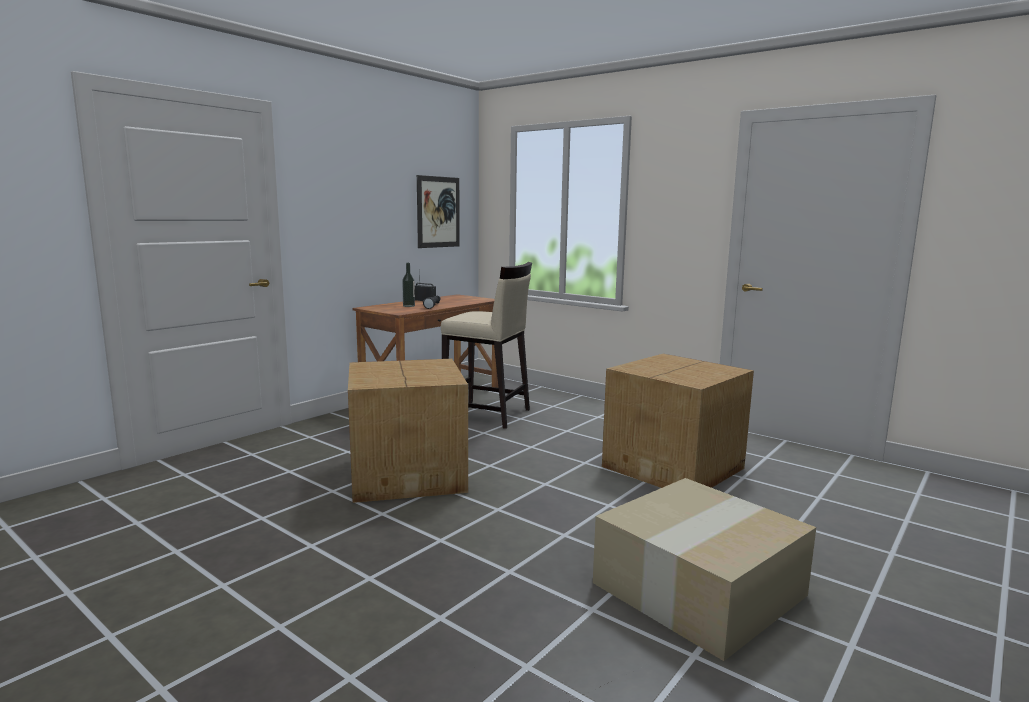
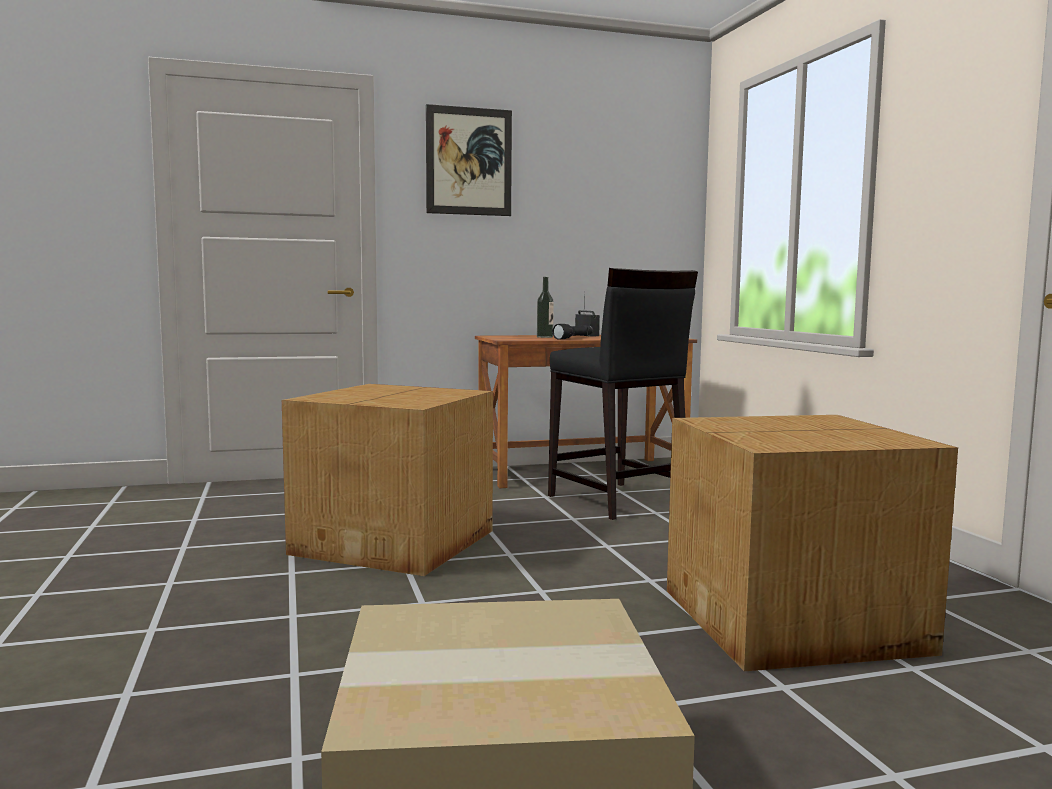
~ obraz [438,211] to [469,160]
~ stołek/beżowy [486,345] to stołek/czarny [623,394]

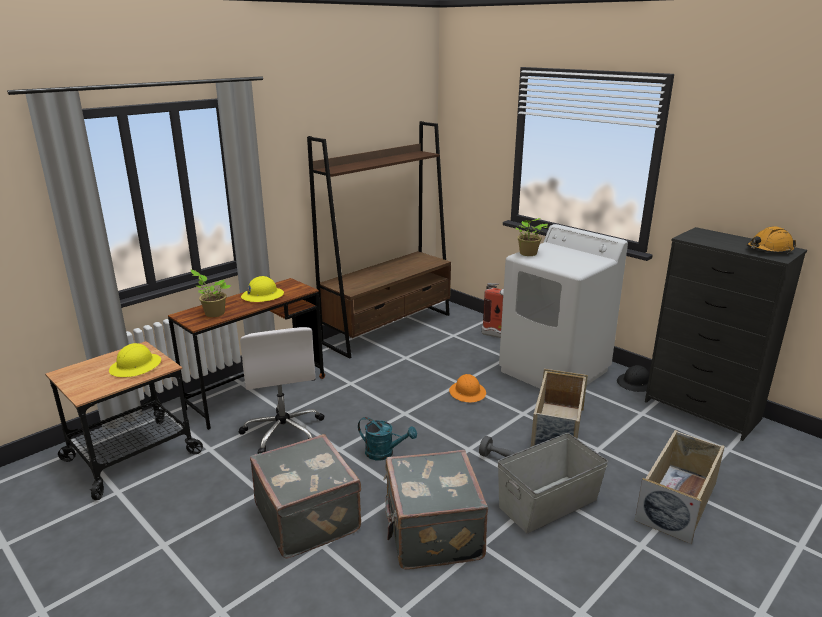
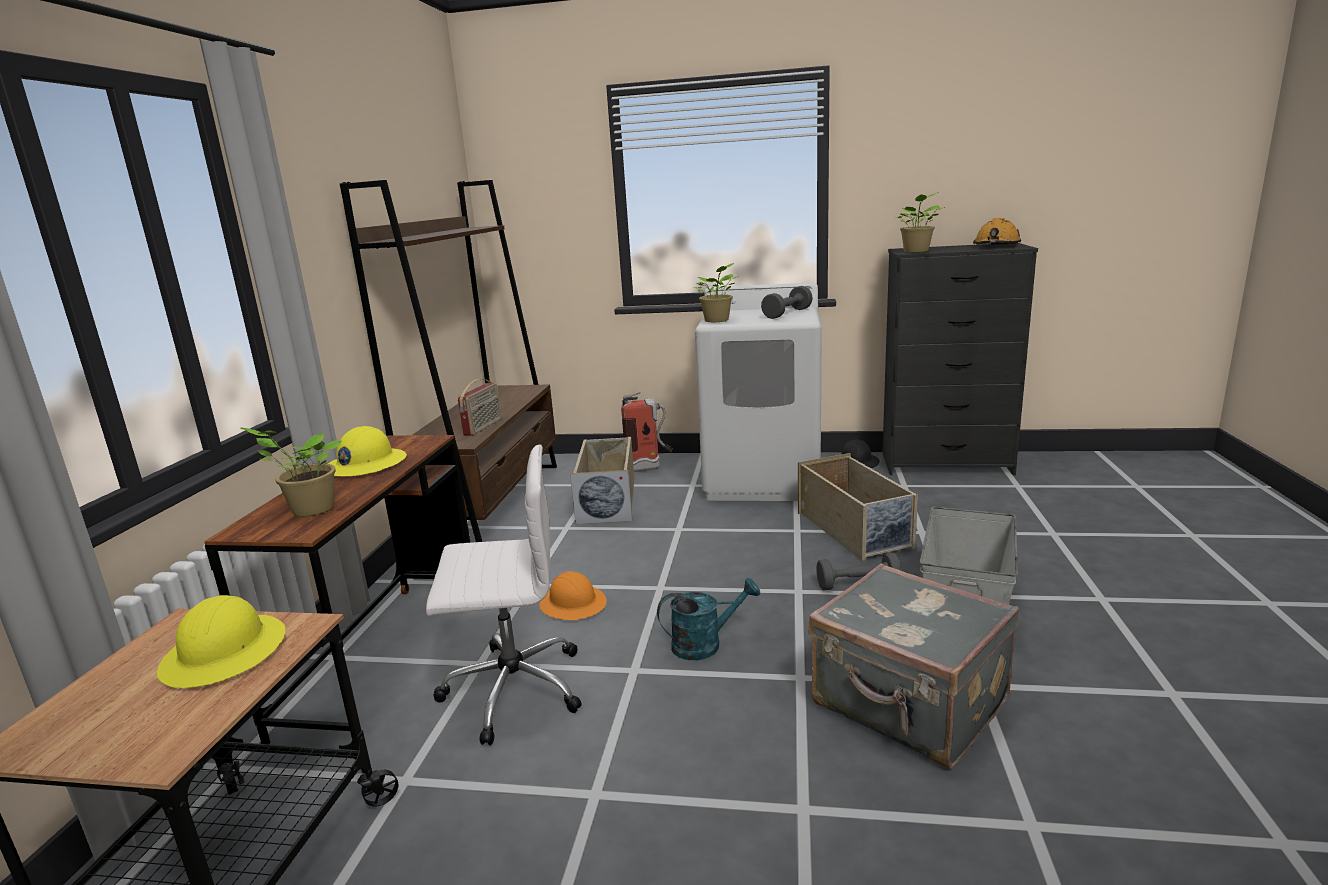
~ krzesło biurowe/biały [281,390] = [504,594] 45 degrees counterclockwise
+ radio [479,407]
~ kask/pomarańczowy [467,388] to [573,595]
~ pojemnik do przechowywania/beżowy [680,487] to [602,480]
+ hantel/szary [786,302]
+ roślina doniczkowa [920,223]
- walizka/szary [305,496]

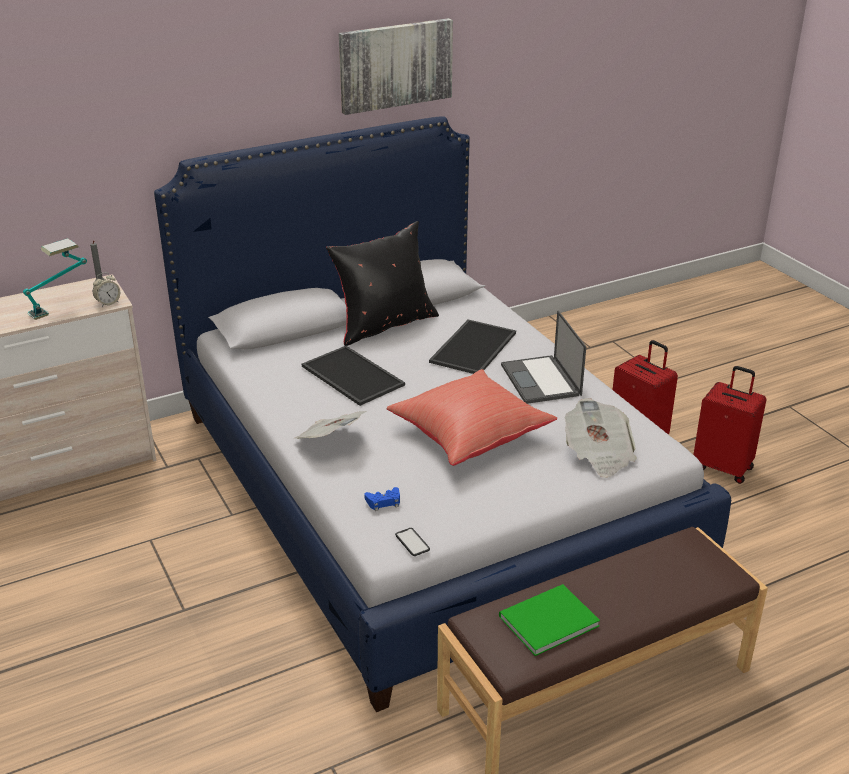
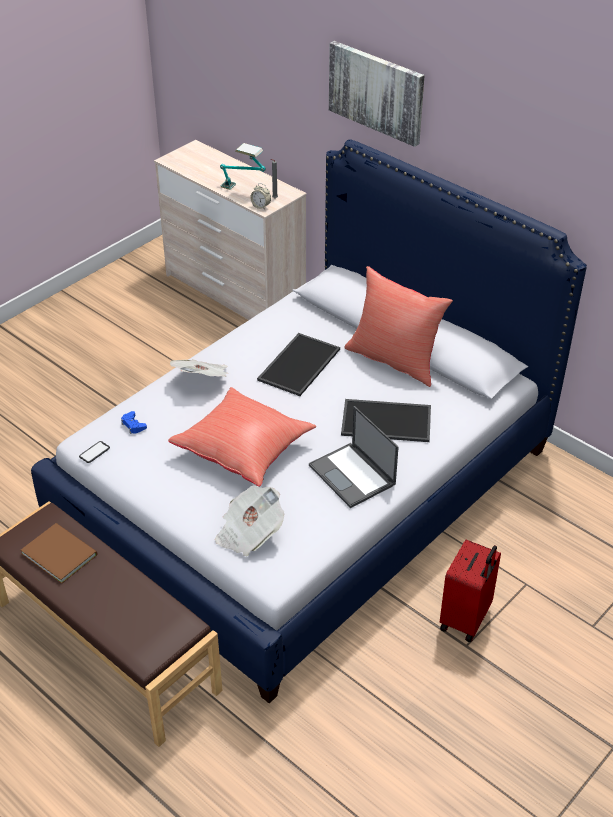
~ książka/zielony [549,620] to książka/brązowy [59,553]
~ laptop [543,357] = [354,457] 90 degrees counterclockwise
~ obraz [396,66] to [376,94]
~ poduszka/czarny [382,283] to poduszka/czerwony [399,326]
- walizka/czerwony [730,425]

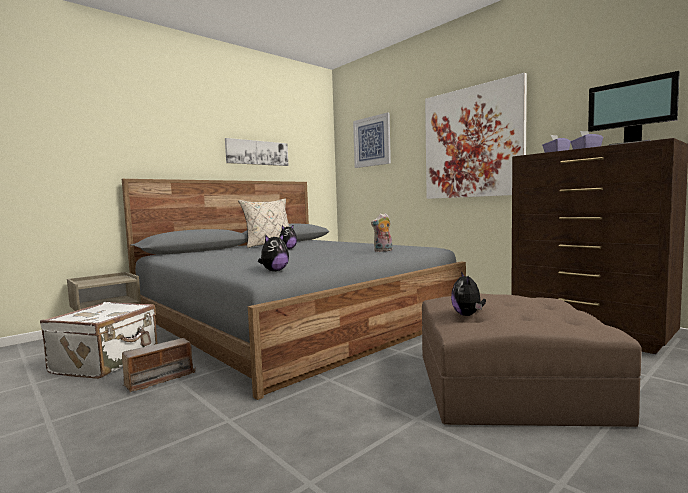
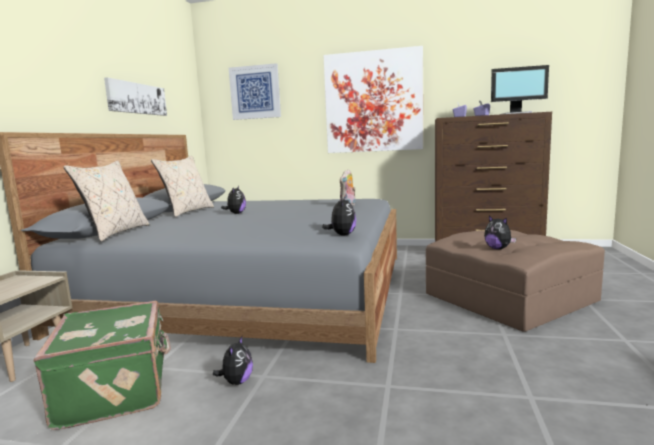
~ walizka/biały [99,340] to walizka/zielony [102,365]
+ poduszka/beżowy [106,201]
~ radio [159,365] to pluszak [233,360]

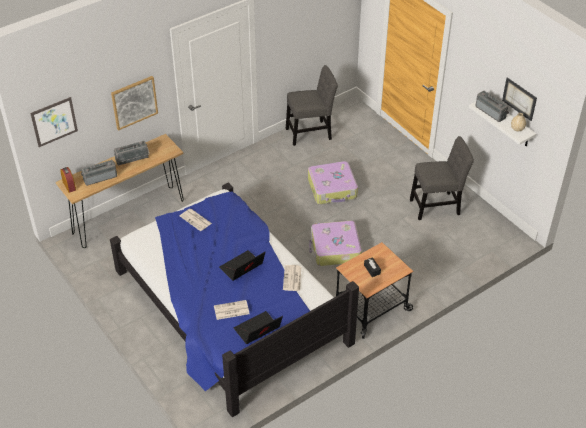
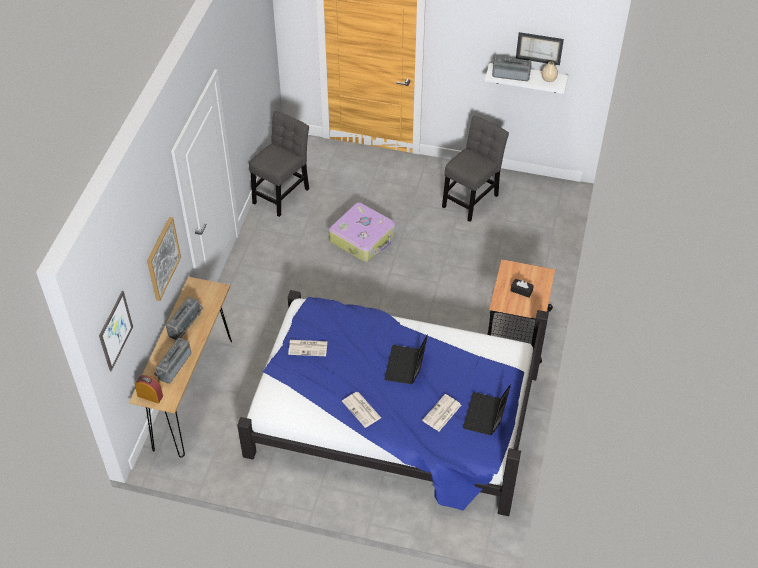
~ gazeta [292,278] to [361,410]
- walizka [335,243]

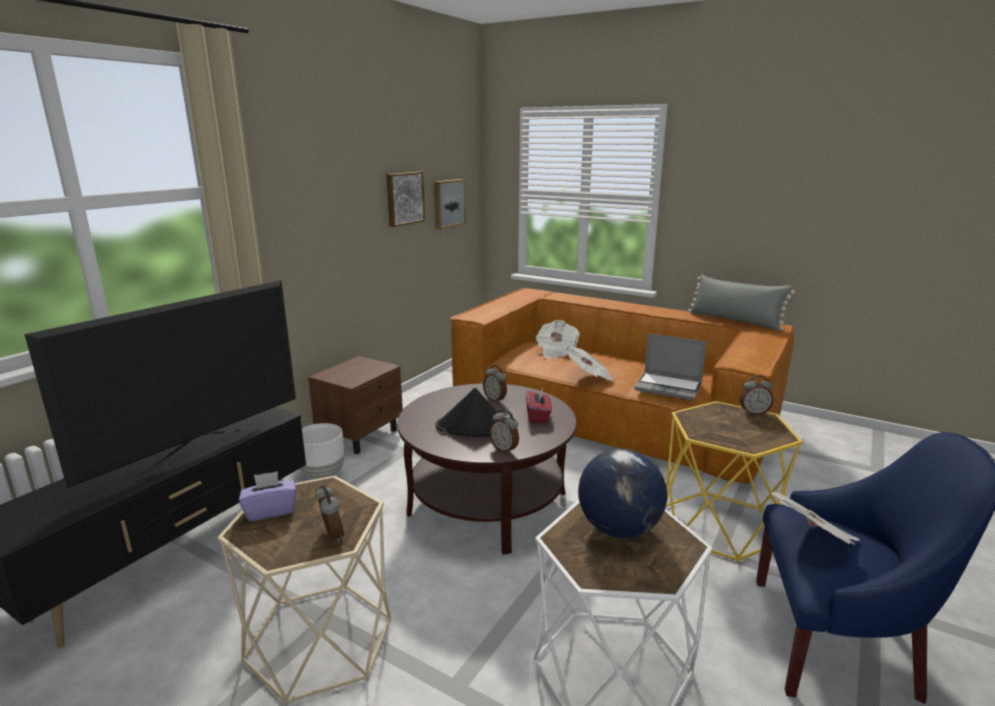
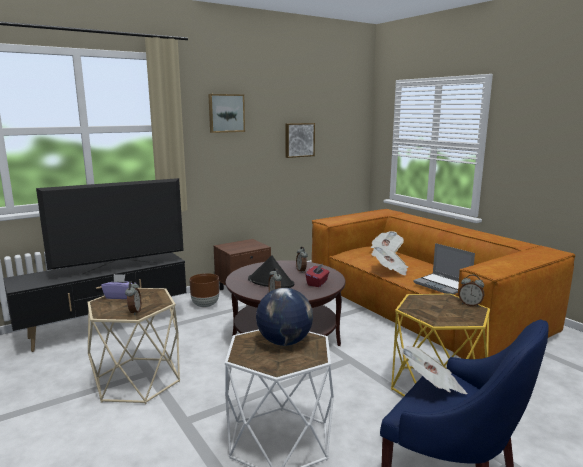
~ donica/biały [322,451] to donica/brązowy [204,290]
~ obraz [450,204] to [226,113]
- poduszka/szary [741,302]

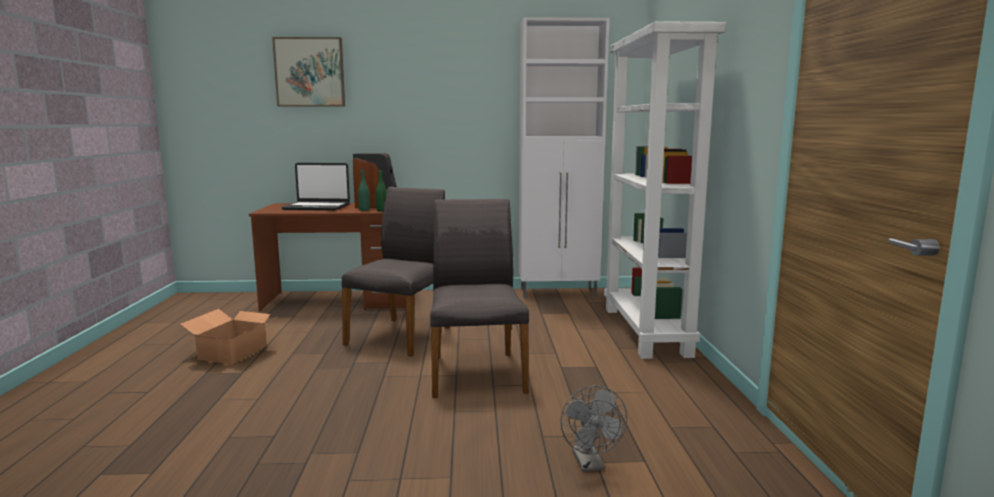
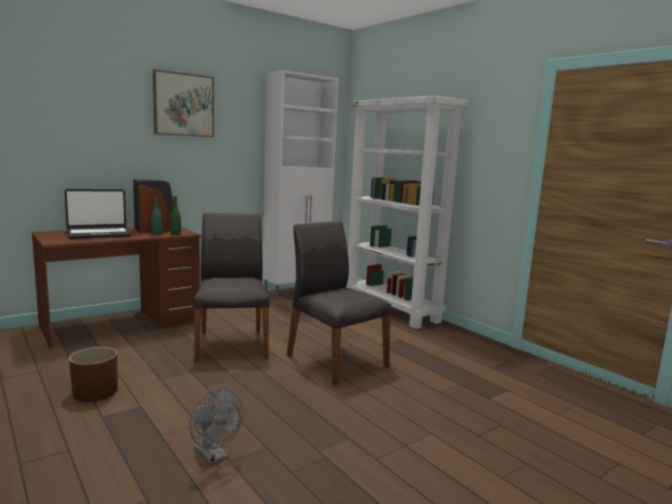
~ karton [229,337] to donica/brązowy [93,374]
~ obraz [308,71] to [183,103]
~ wentylator/szary [593,429] to [216,427]

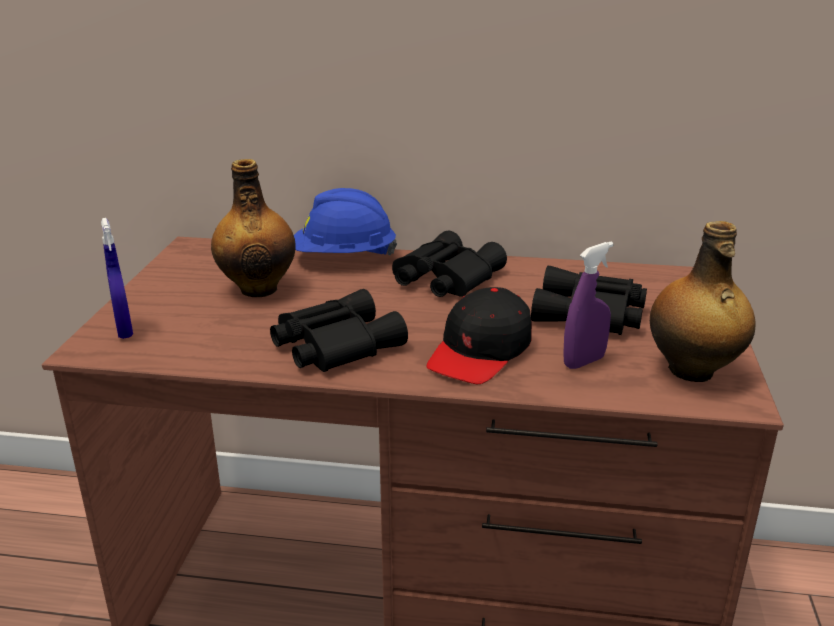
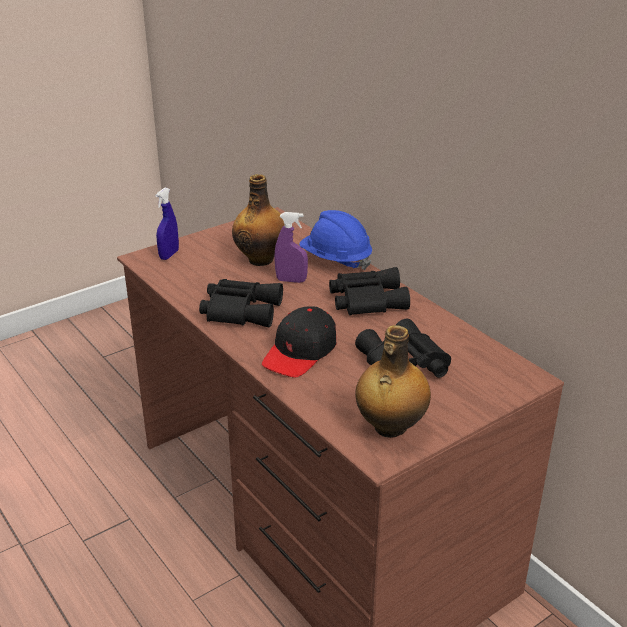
~ czapka z daszkiem/czarny [479,335] = [299,342] 45 degrees counterclockwise
~ spryskiwacz/fioletowy [588,305] to [291,247]

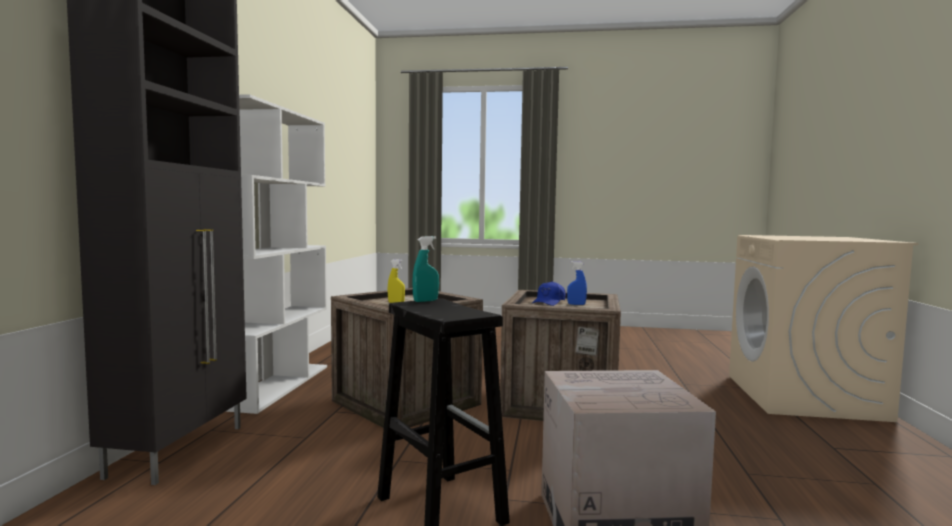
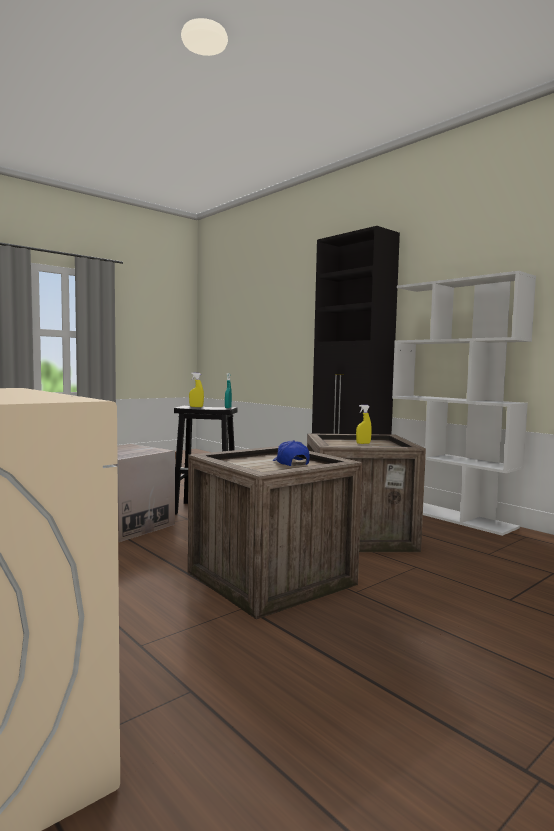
+ spryskiwacz/żółty [196,390]
- spryskiwacz/niebieski [577,283]

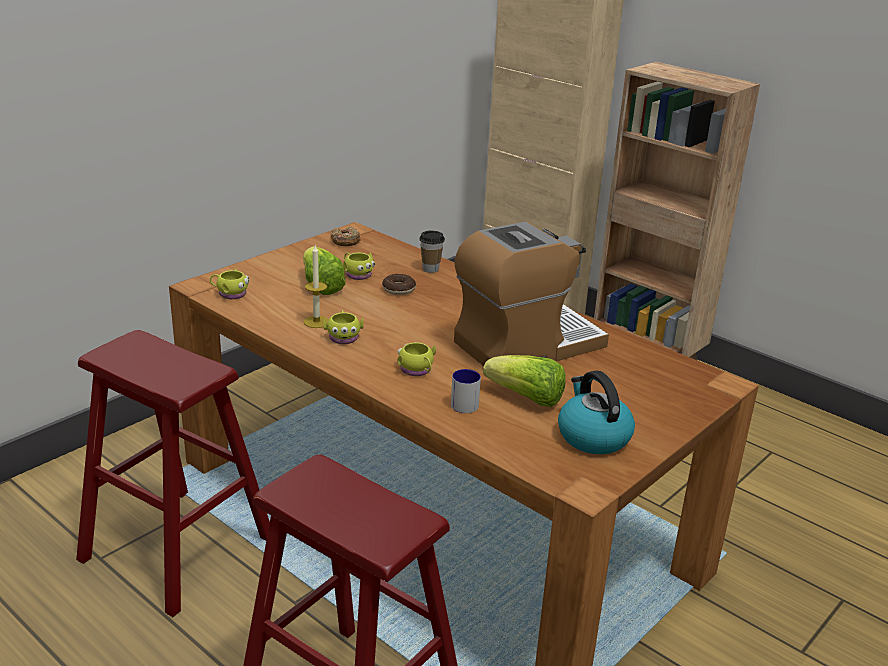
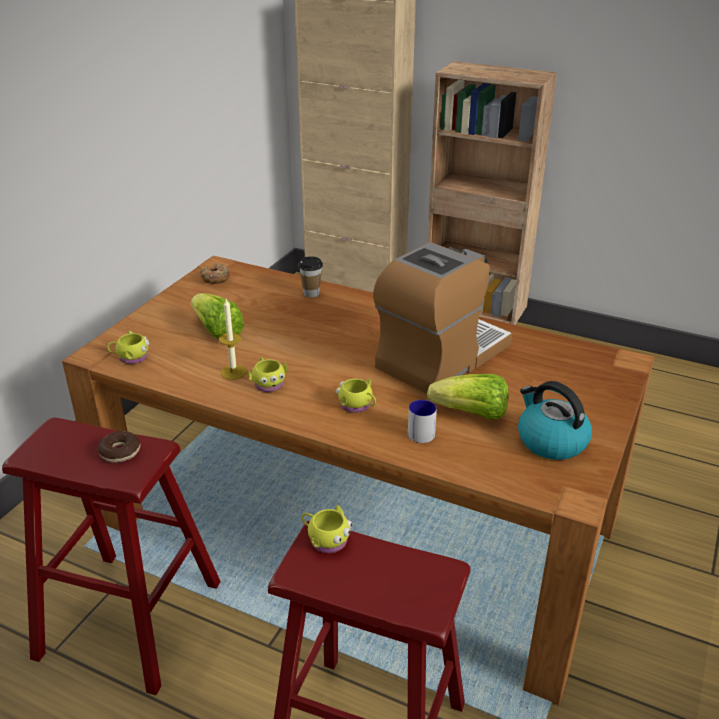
~ donut [399,284] to [119,447]
~ kubek/żółty [359,266] to [326,529]

